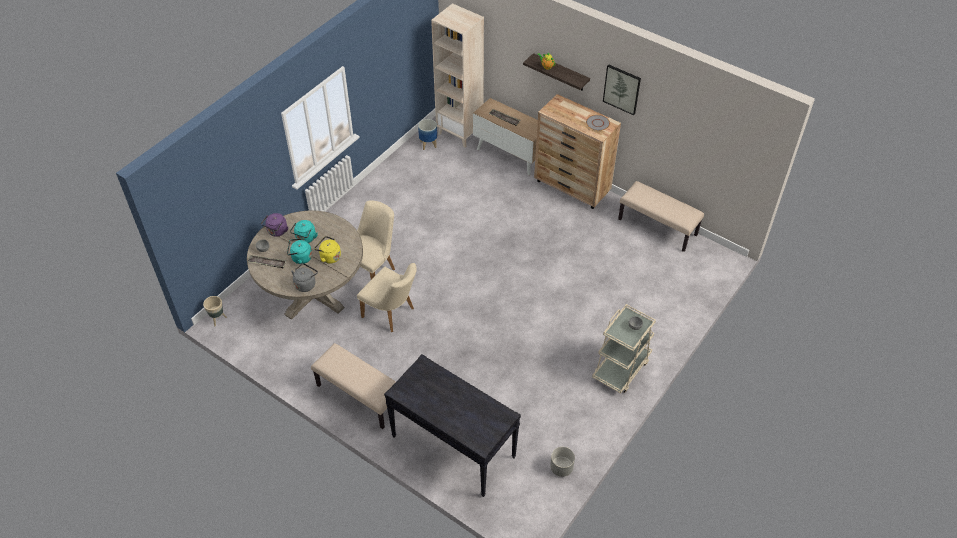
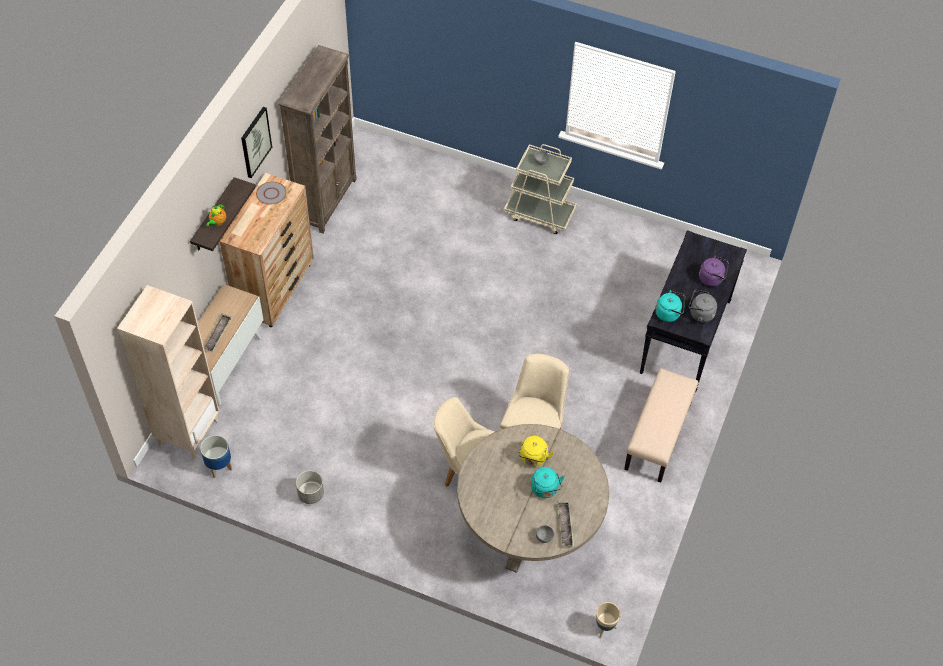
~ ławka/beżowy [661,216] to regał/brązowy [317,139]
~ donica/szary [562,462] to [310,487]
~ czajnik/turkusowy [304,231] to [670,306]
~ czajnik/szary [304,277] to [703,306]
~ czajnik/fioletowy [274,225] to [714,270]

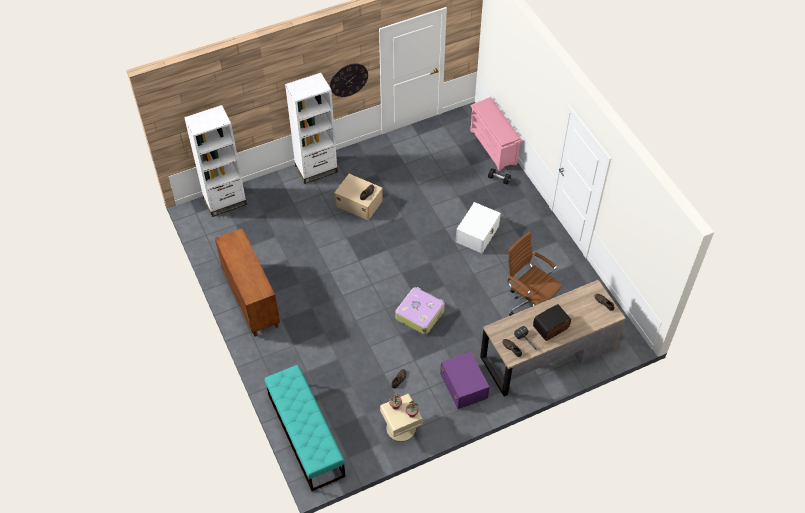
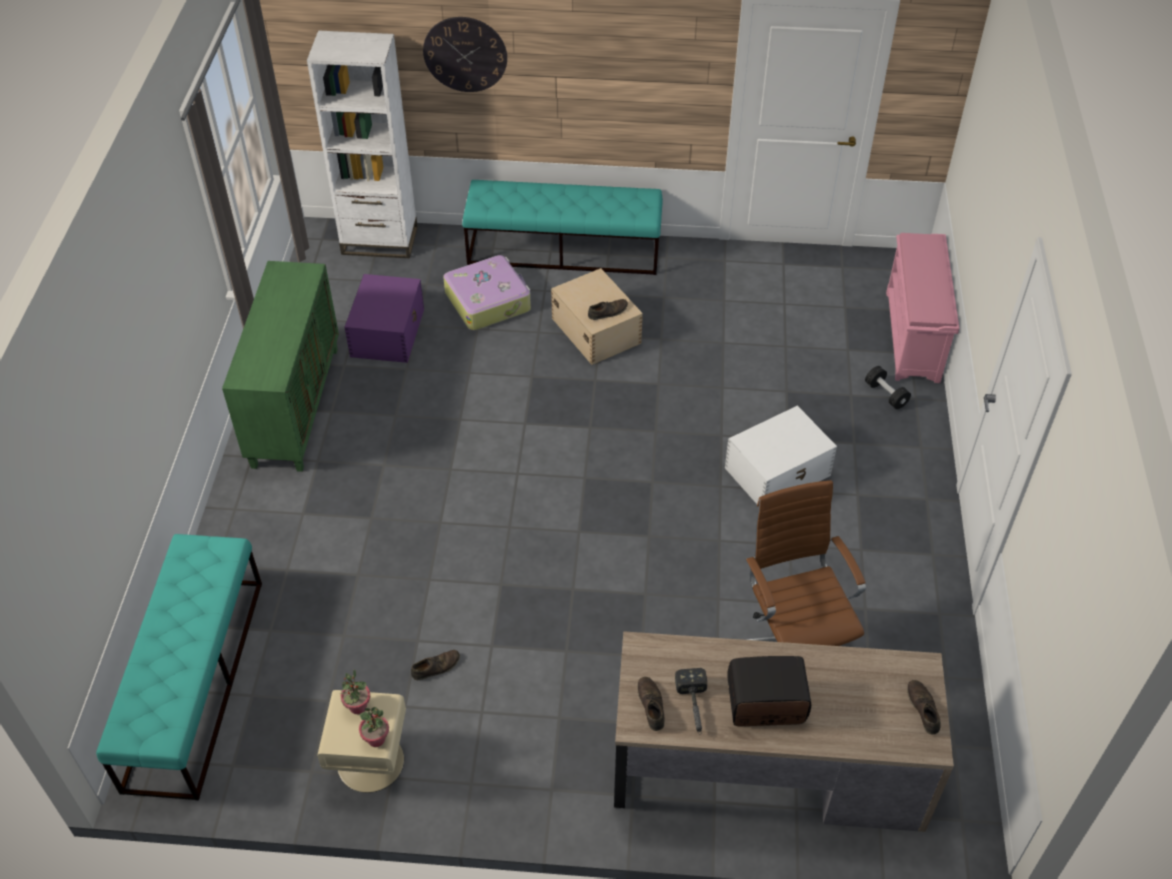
~ szafka/brązowy [247,282] to szafka/zielony [280,366]
~ pojemnik do przechowywania/fioletowy [464,380] to [384,318]
~ zegar ścienny [349,80] to [465,54]
~ walizka [420,311] to [487,292]
~ regał/biały [311,128] to ławka/turkusowy [562,227]

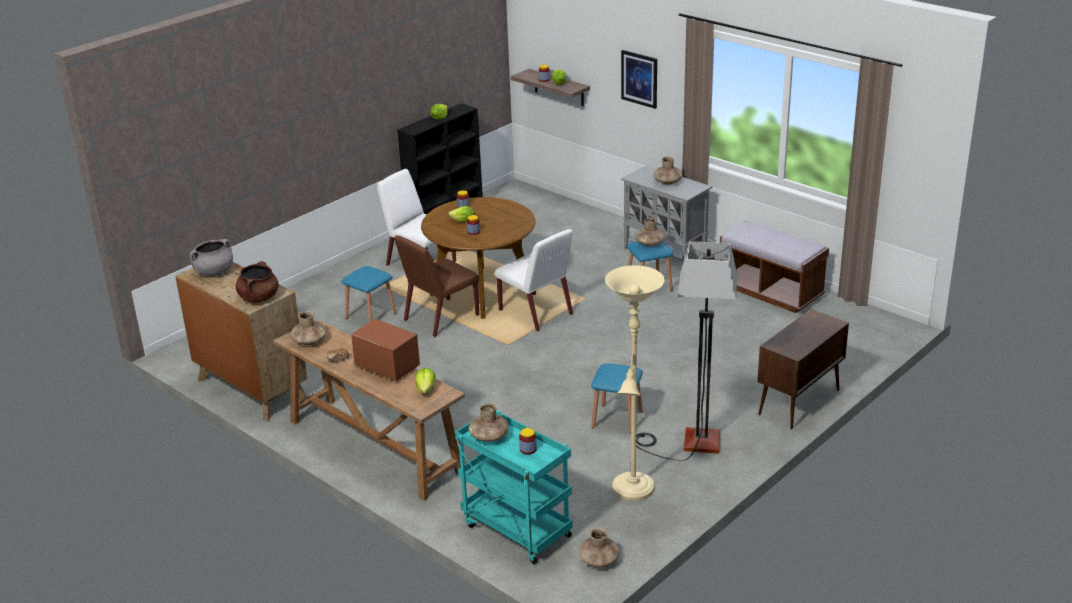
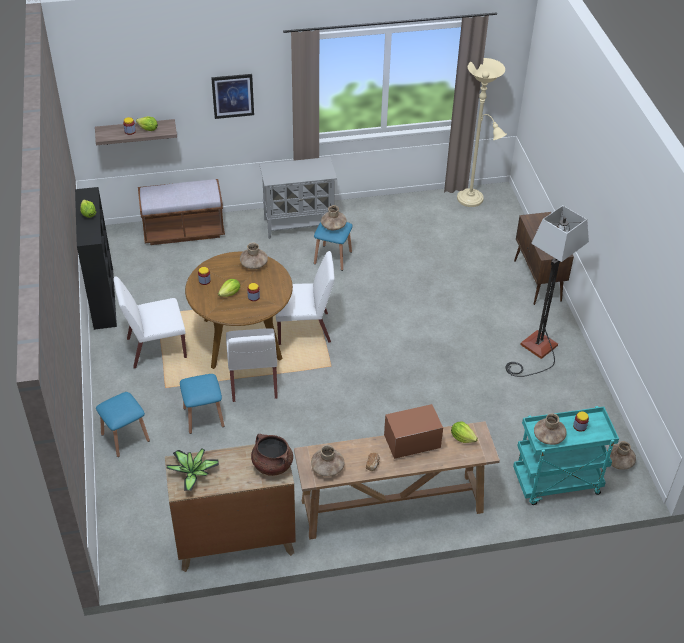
~ stołek/niebieski [617,398] to [123,424]
~ ławka/brązowy [774,266] to [181,212]
~ garnek/szary [211,257] to roślina doniczkowa [192,469]
~ krzesło/brązowy [437,286] to krzesło/biały [252,365]
~ wazon/brązowy [668,170] to [254,255]
~ lampa stojąca/beżowy [635,383] to [482,132]

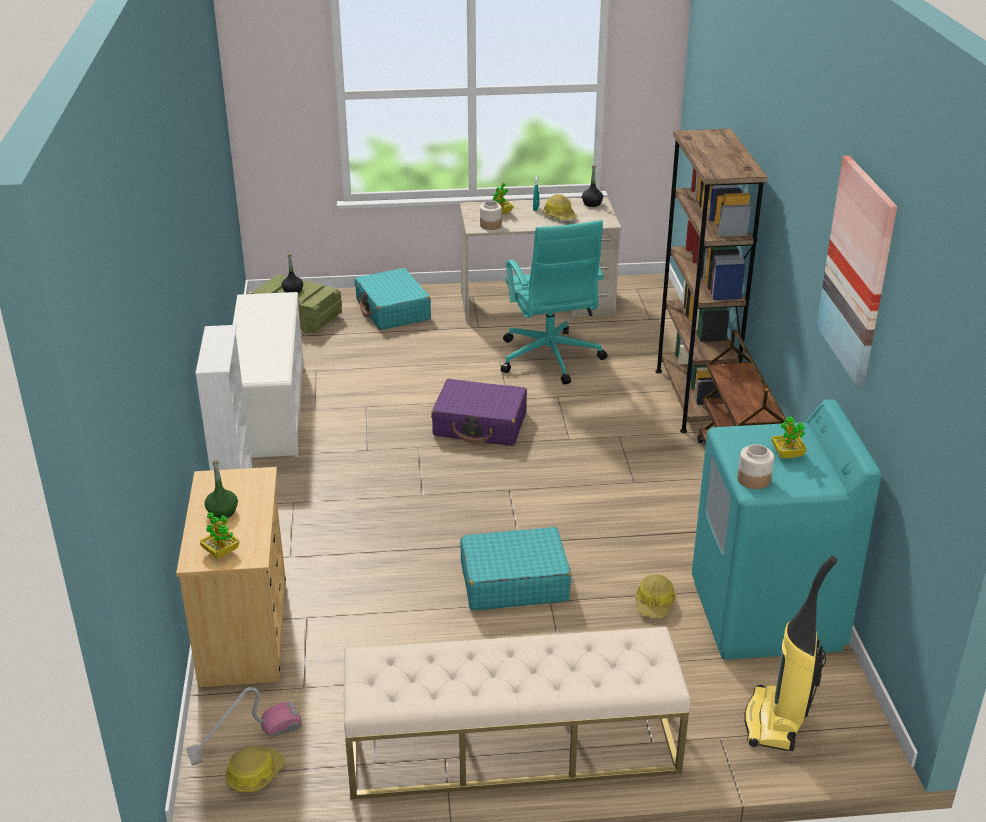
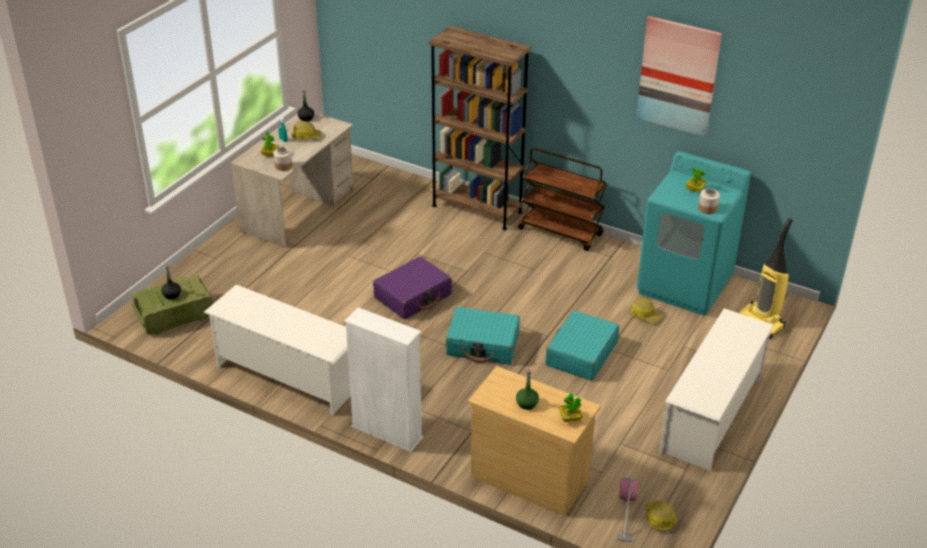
~ walizka/turkusowy [393,299] to [483,335]
~ ławka/beżowy [517,713] to regał na buty/biały [716,390]
- krzesło biurowe/turkusowy [554,302]

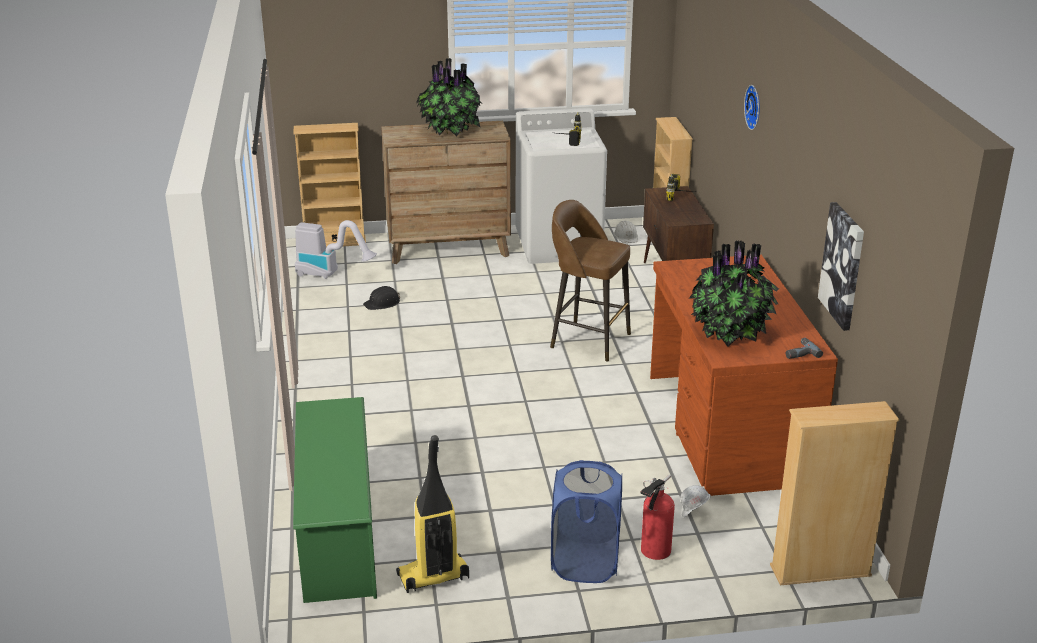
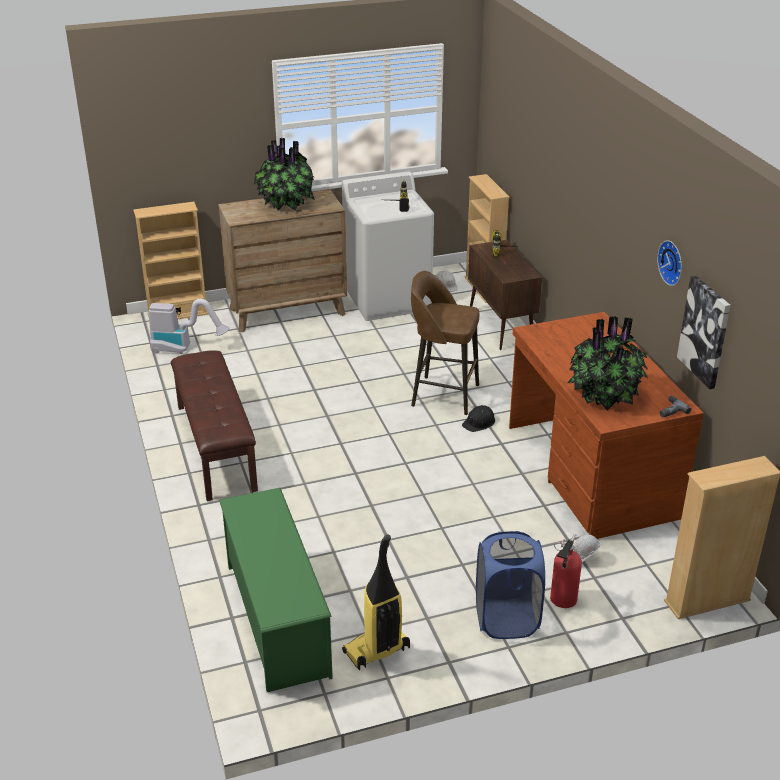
+ ławka/brązowy [214,425]
~ kask/czarny [381,298] to [478,418]
~ zegar ścienny [752,107] to [669,263]

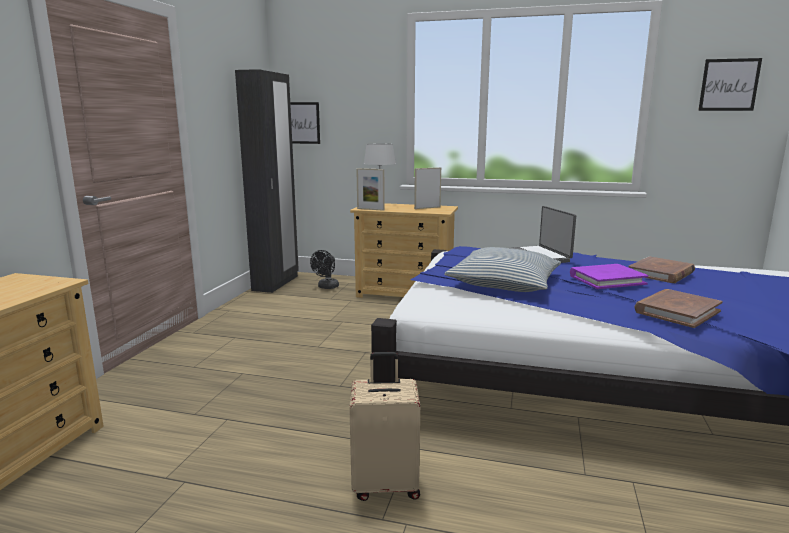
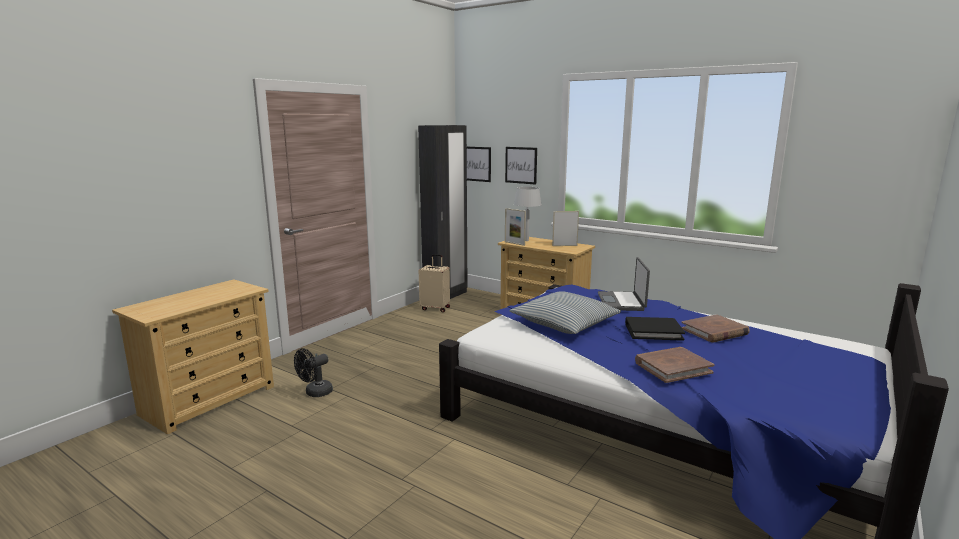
~ wentylator/czarny [324,269] to [313,372]
~ walizka/beżowy [384,426] to [434,283]
~ obraz [730,84] to [521,166]
~ książka/fioletowy [609,276] to książka/czarny [655,329]

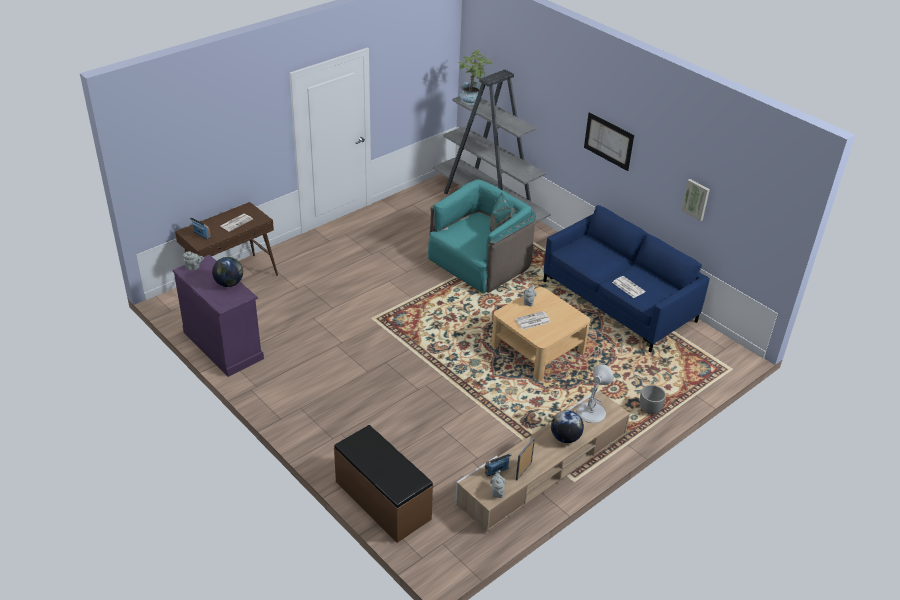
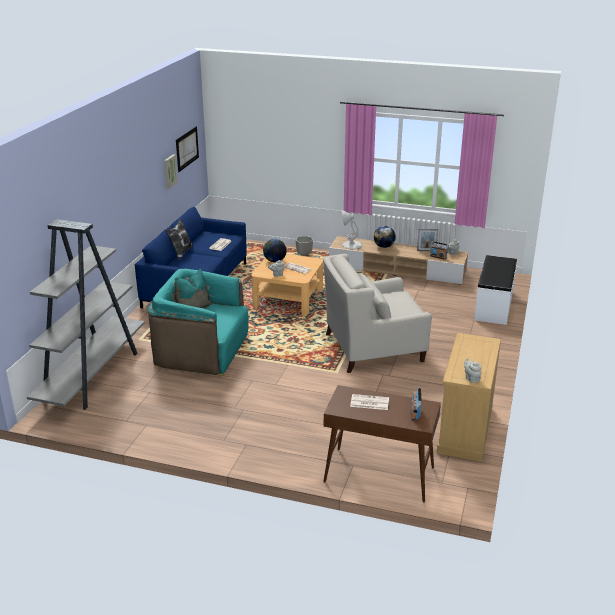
+ poduszka [179,239]
~ obraz [609,141] to [187,149]
~ globus [227,272] to [275,250]
+ fotel/biały [377,313]
~ komoda/fioletowy [218,316] to komoda/beżowy [468,397]
~ ławka/brązowy [383,484] to ławka/biały [495,290]
- roślina doniczkowa [476,77]

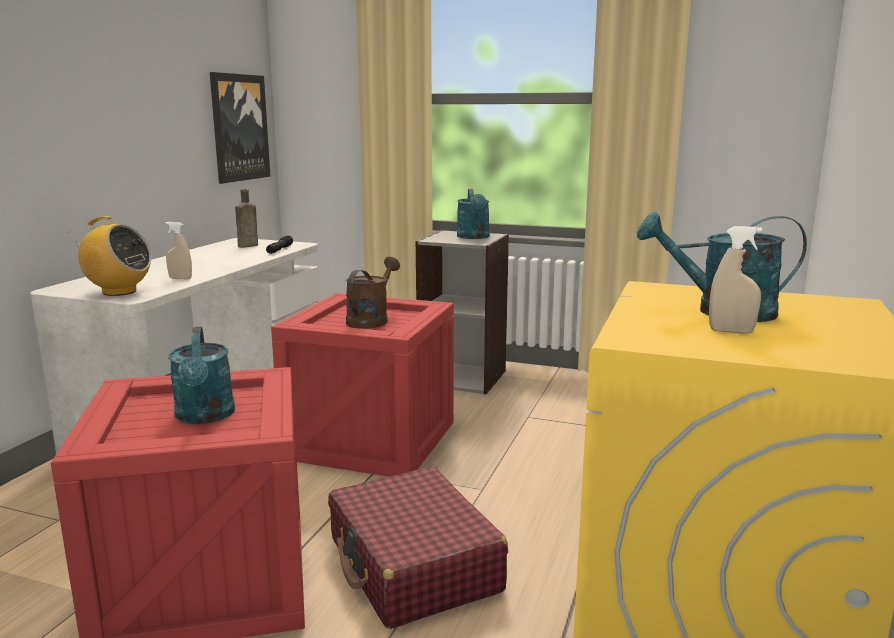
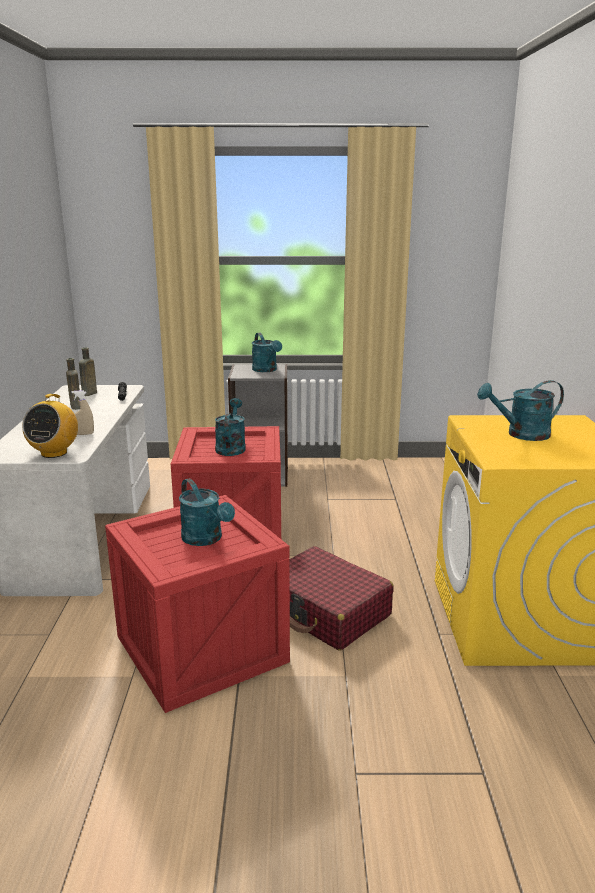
~ radio [111,256] = [50,426] 105 degrees clockwise
+ butelka/brązowy [73,384]
~ konewka/brązowy [373,293] to konewka/turkusowy [230,427]
- obraz [240,128]
- spryskiwacz/beżowy [735,280]

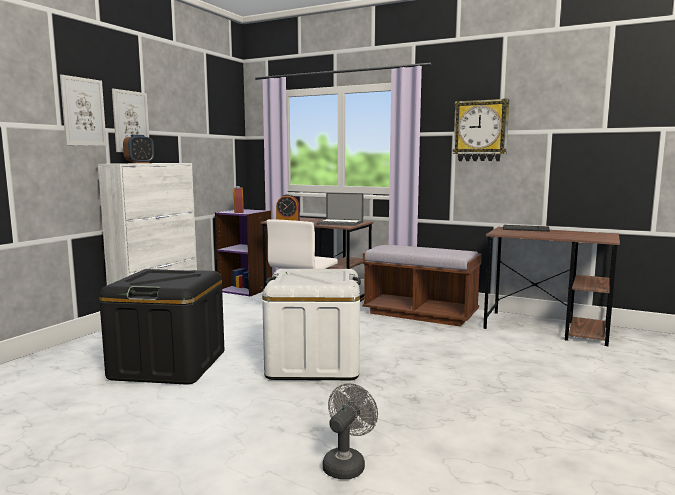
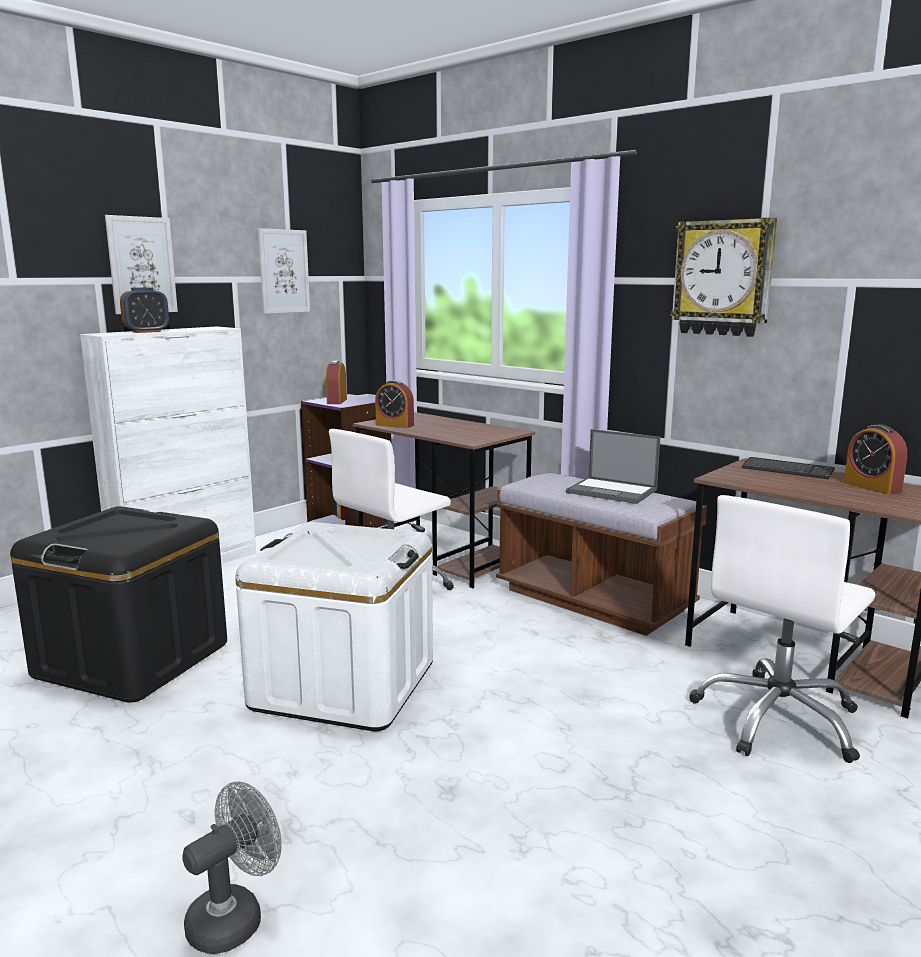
~ obraz [83,110] to [284,271]
~ laptop [340,209] to [613,466]
+ krzesło biurowe/biały [782,629]
+ budzik [875,459]

